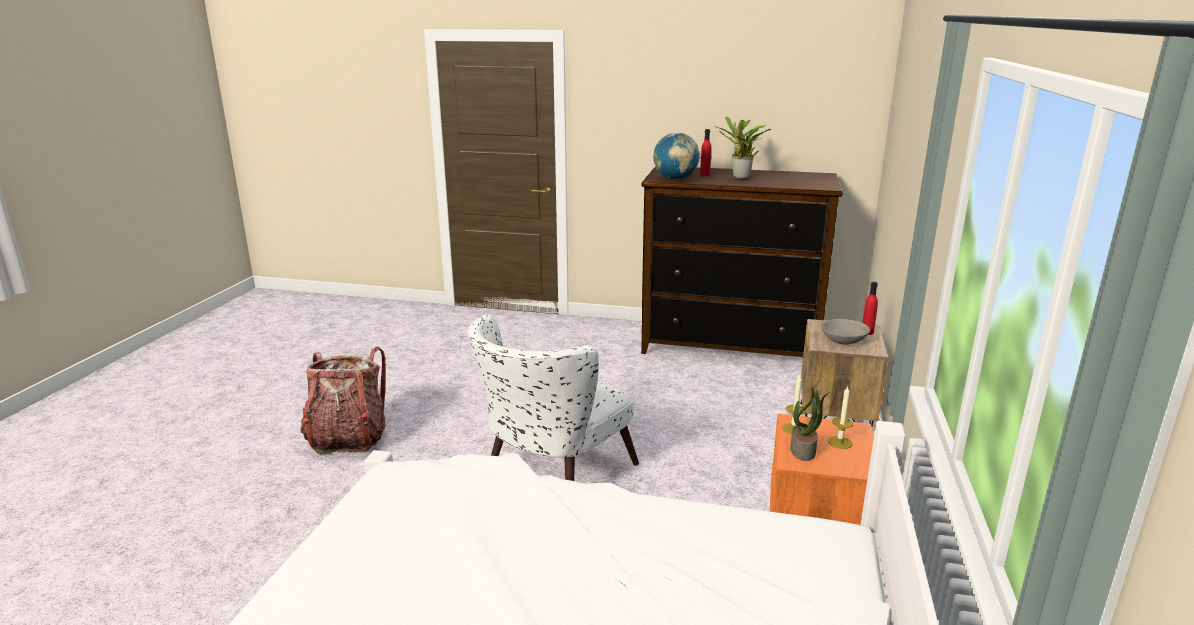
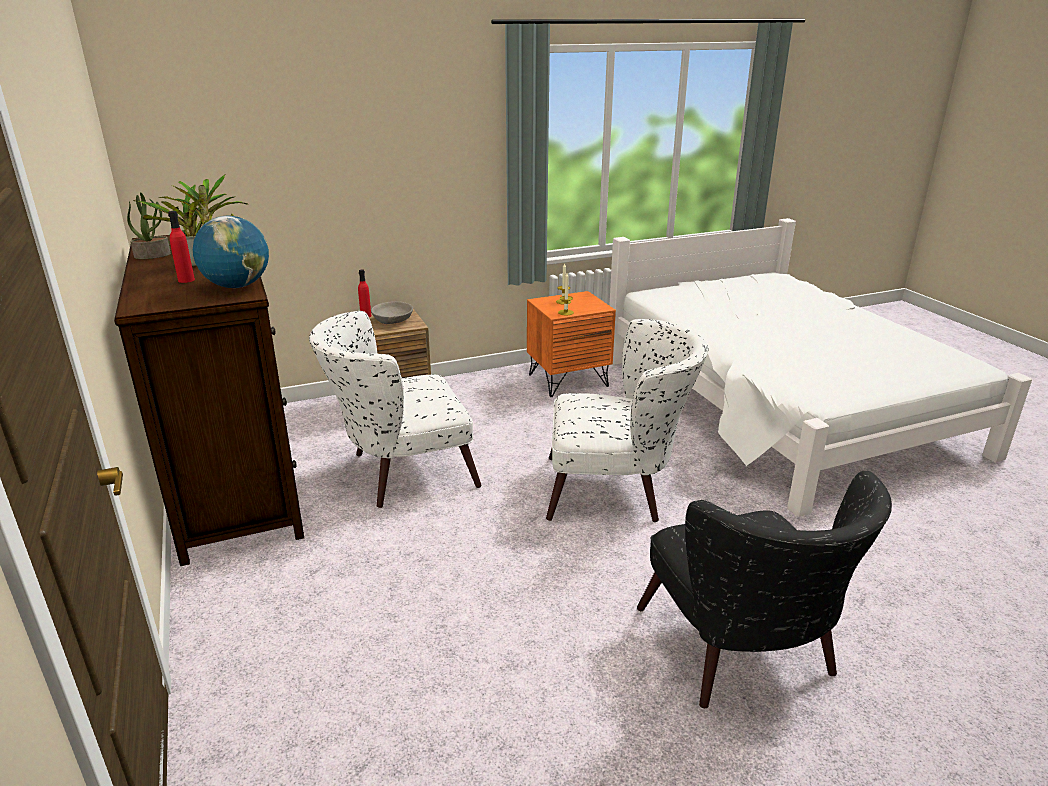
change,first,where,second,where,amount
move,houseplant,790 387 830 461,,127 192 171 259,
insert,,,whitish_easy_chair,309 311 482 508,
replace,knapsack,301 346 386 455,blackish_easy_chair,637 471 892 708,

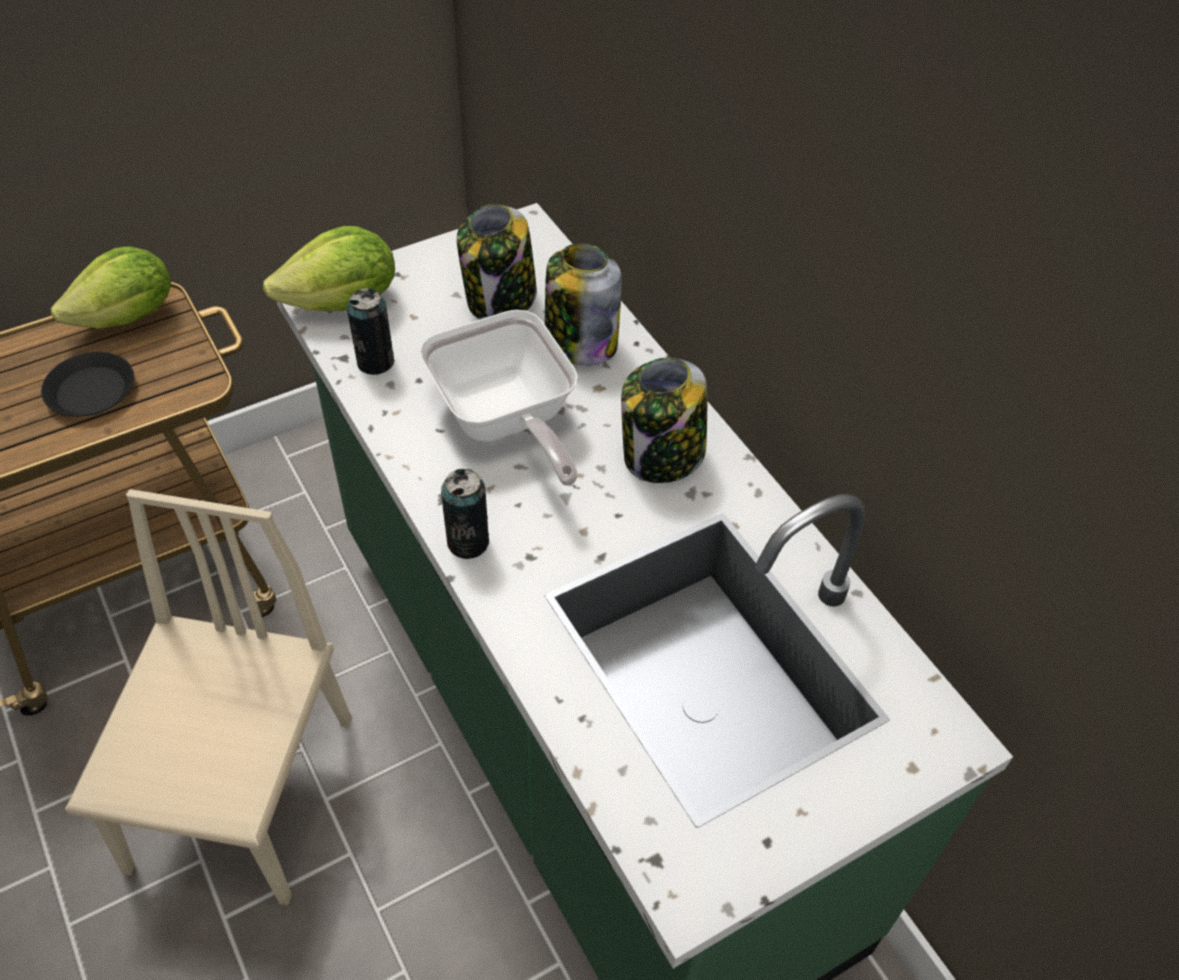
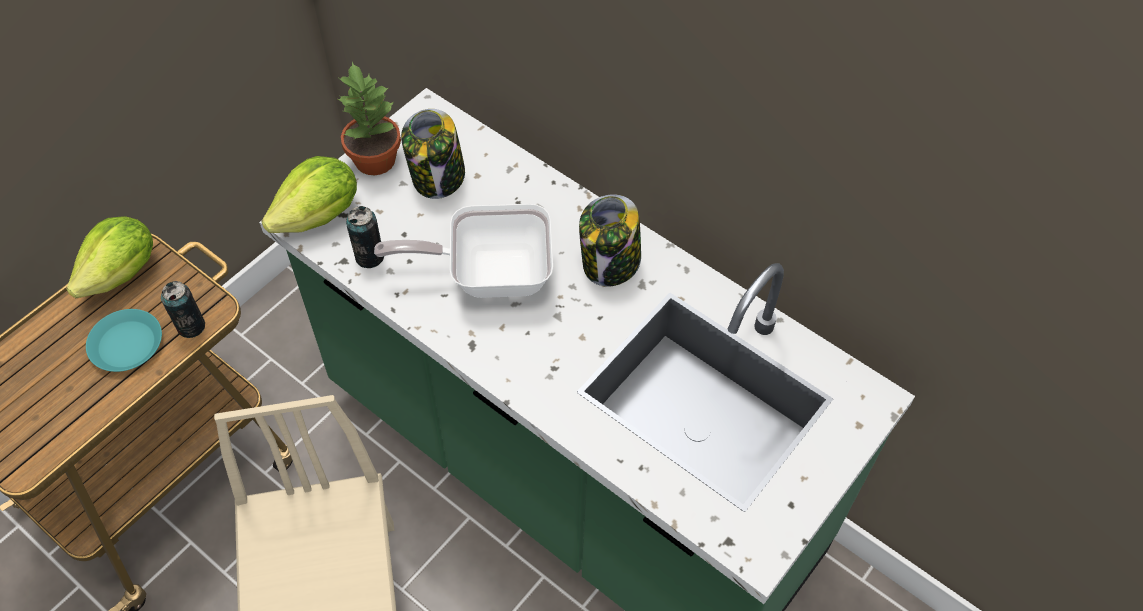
change,first,where,second,where,amount
recolor,blackish_dinner_plate,41 352 134 416,blue-green_dinner_plate,86 309 162 372,
move,can,441 469 489 559,,161 281 205 338,
insert,,,houseplant,338 62 401 175,
rotate,skillet,419 310 578 486,,374 204 553 298,135 degrees clockwise
delete,storage_jar,545 243 622 366,,,

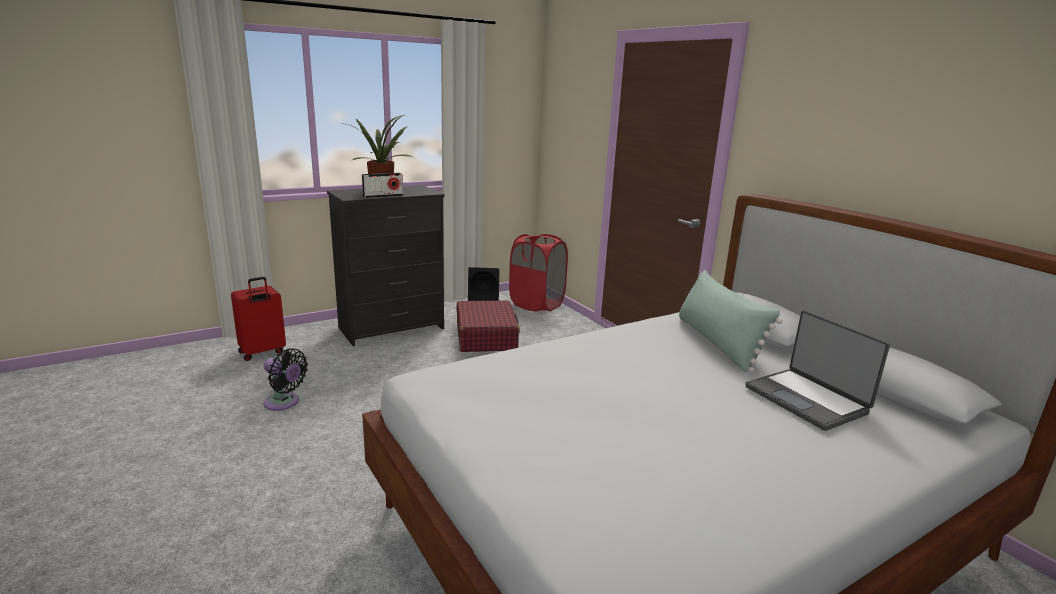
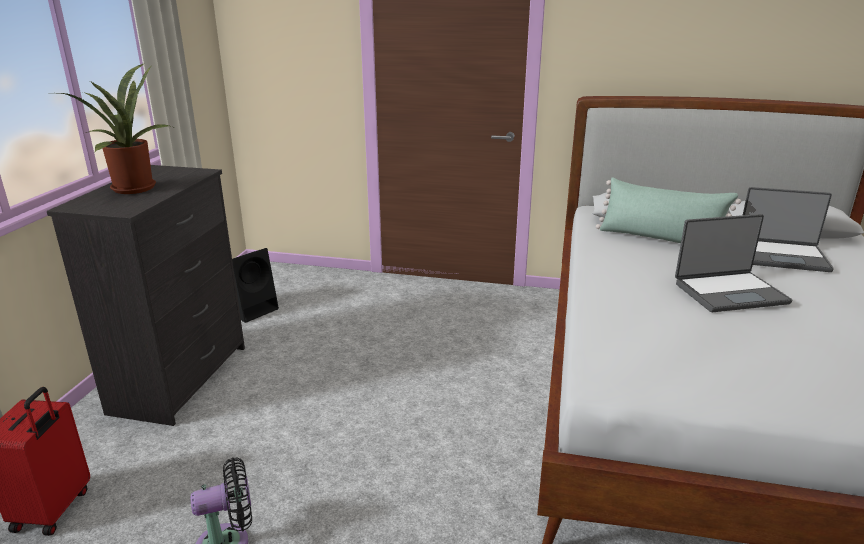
change,first,where,second,where,amount
insert,,,portable_computer,675 214 792 312,
delete,radio,362 173 403 198,,,
delete,reddish_travel_case,456 300 520 352,,,
delete,reddish_washing_basket,509 234 568 312,,,

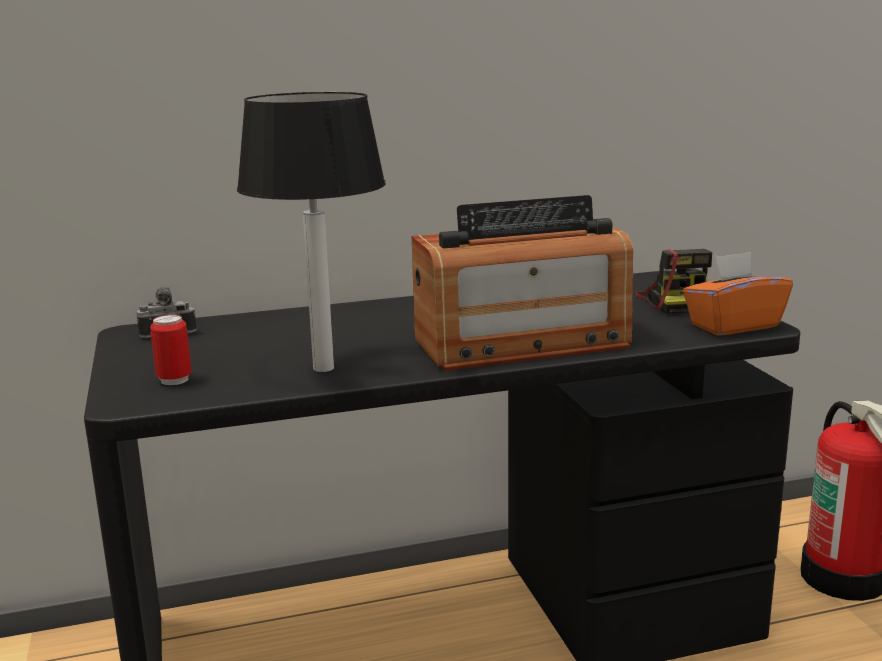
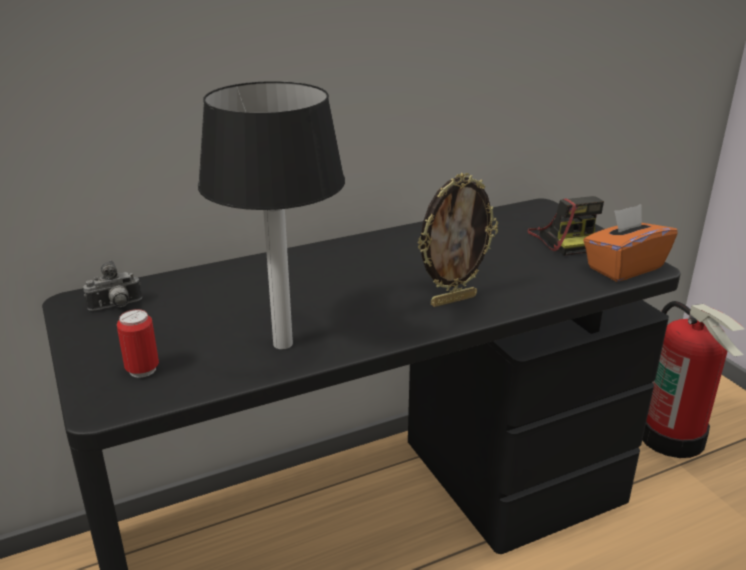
change,first,where,second,where,amount
replace,radio,412 195 633 371,standing_frame,417 173 498 307,

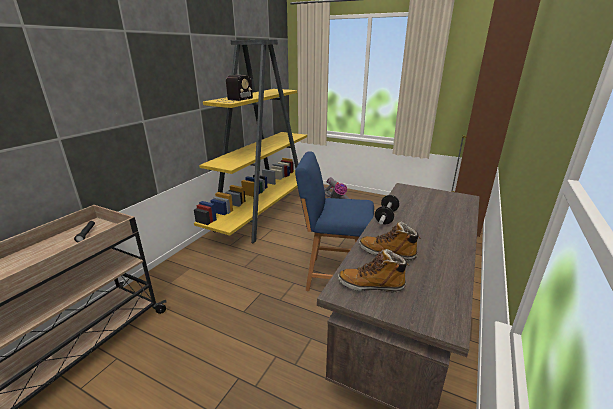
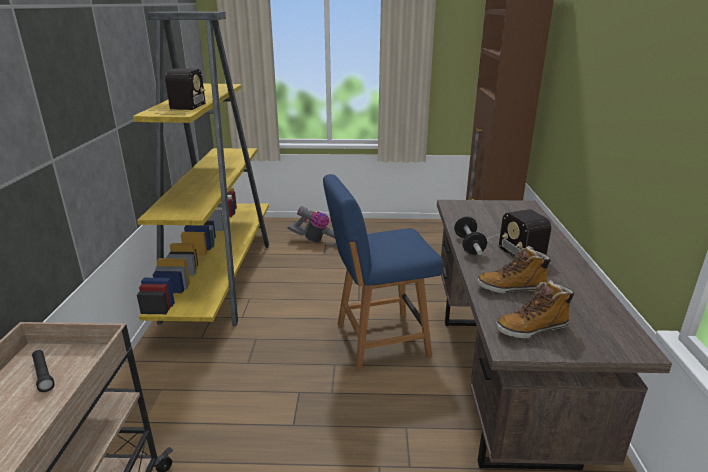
change,first,where,second,where,amount
insert,,,radio,487 209 551 258,

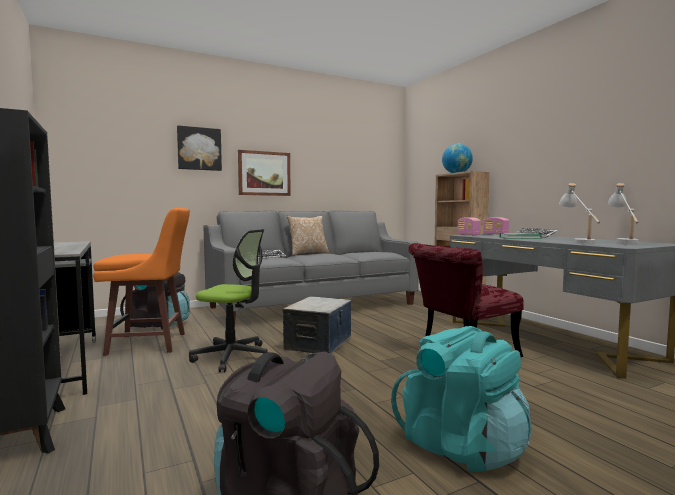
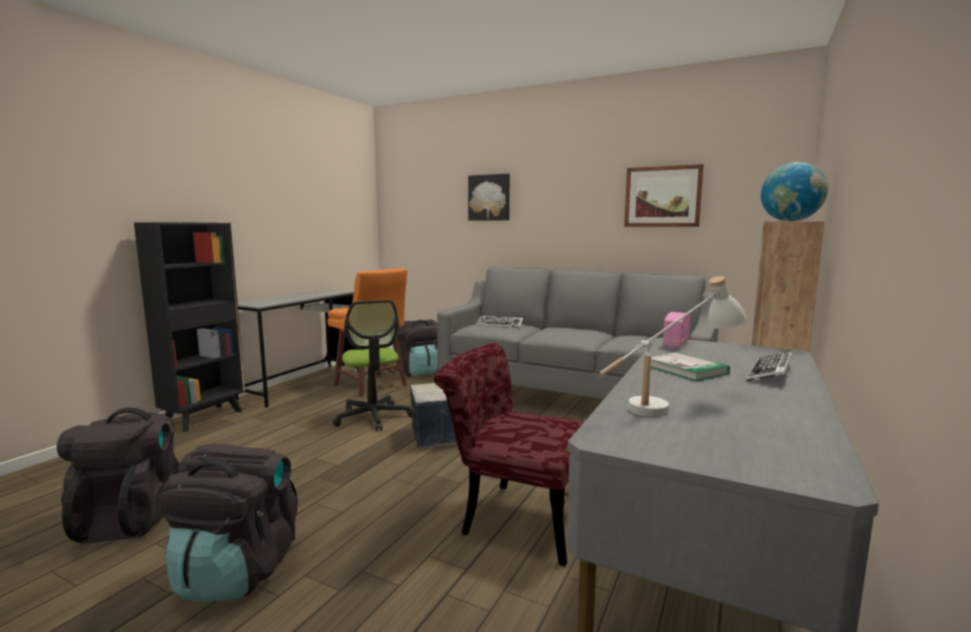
change,first,where,second,where,amount
recolor,blue-green_knapsack,391 326 532 472,blackish_knapsack,159 444 297 602,
move,wall_art,238 150 291 196,,624 164 704 227,
delete,cushion,287 216 329 255,,,
delete,radio,484 217 509 234,,,
delete,whitish_tabletop_lamp,608 183 639 244,,,

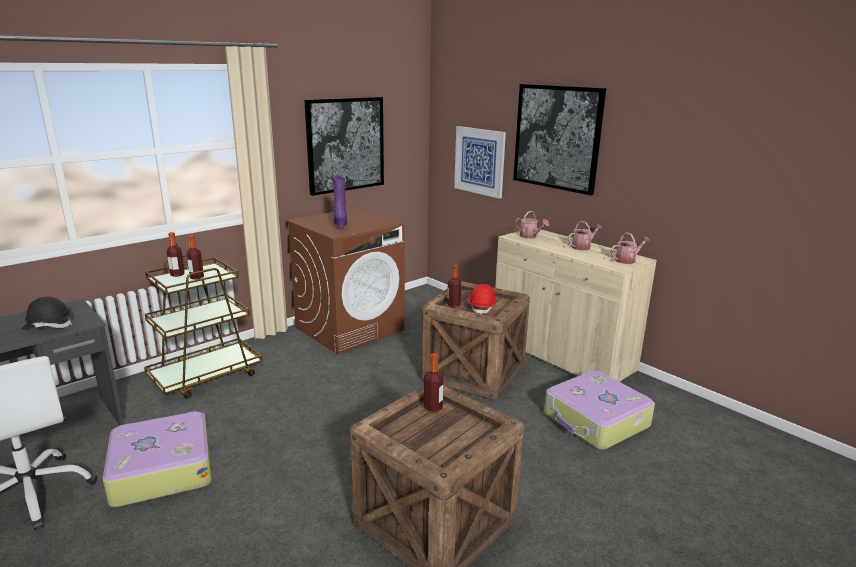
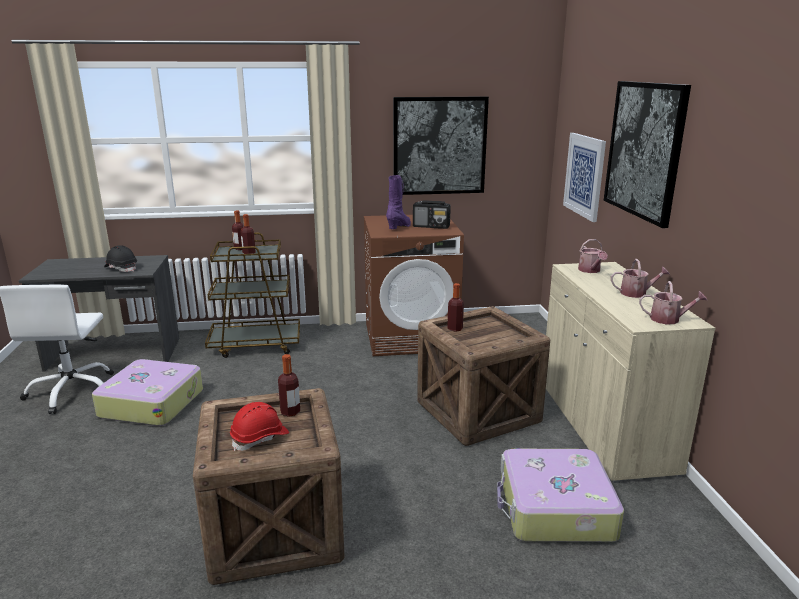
change,first,where,second,where,amount
move,reddish_work_helmet,468 284 497 314,,230 402 289 451,
insert,,,radio,413 200 451 229,

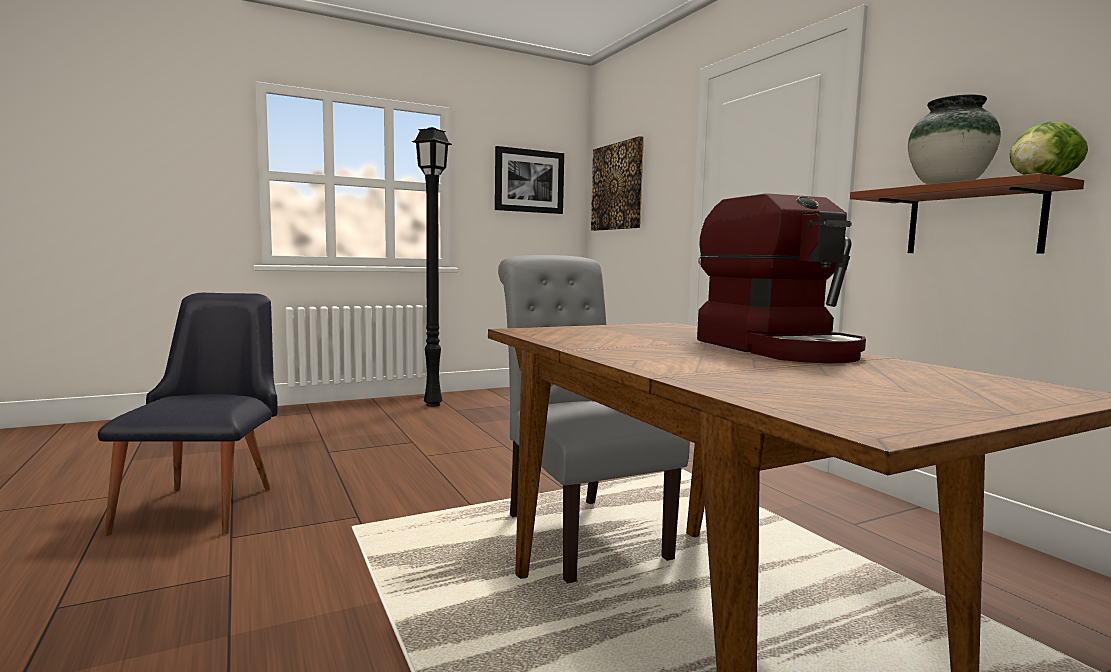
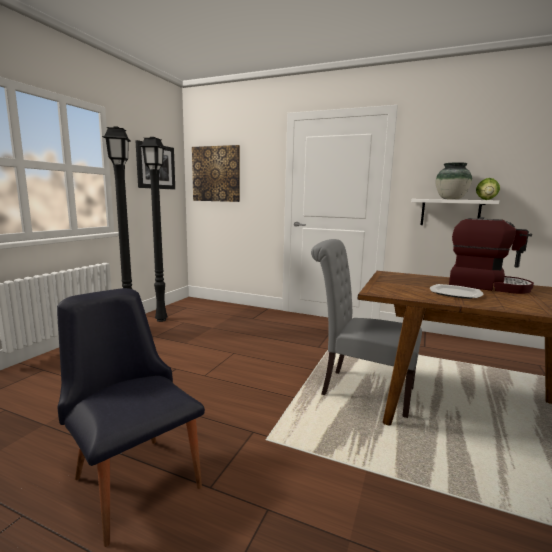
change,first,where,second,where,amount
insert,,,blackish_standing_lamp,140 137 167 322,
recolor,brown-coloured_shelf,850 173 1084 253,whitish_shelf,411 199 499 225,
insert,,,dinner_plate,430 284 483 299,

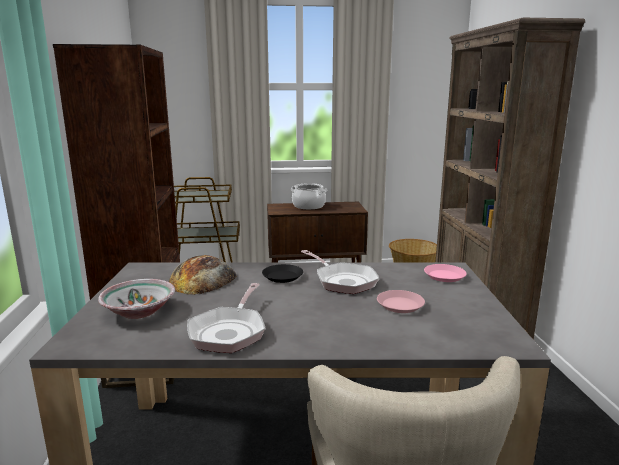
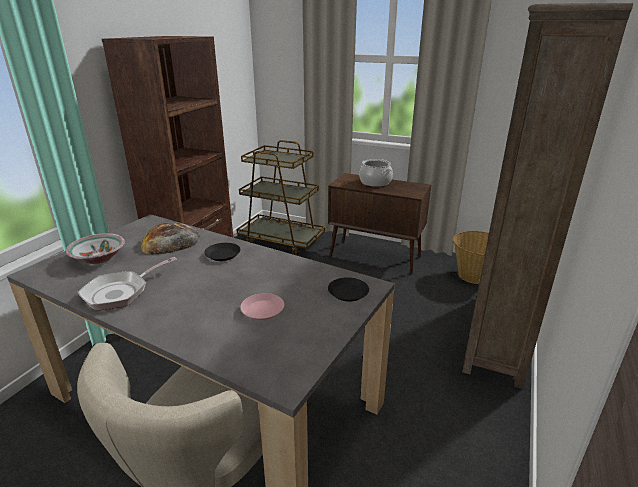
change,first,where,second,where,amount
recolor,pink-coloured_dinner_plate,424 264 467 282,blackish_dinner_plate,328 277 369 302,
delete,skillet,301 250 379 294,,,

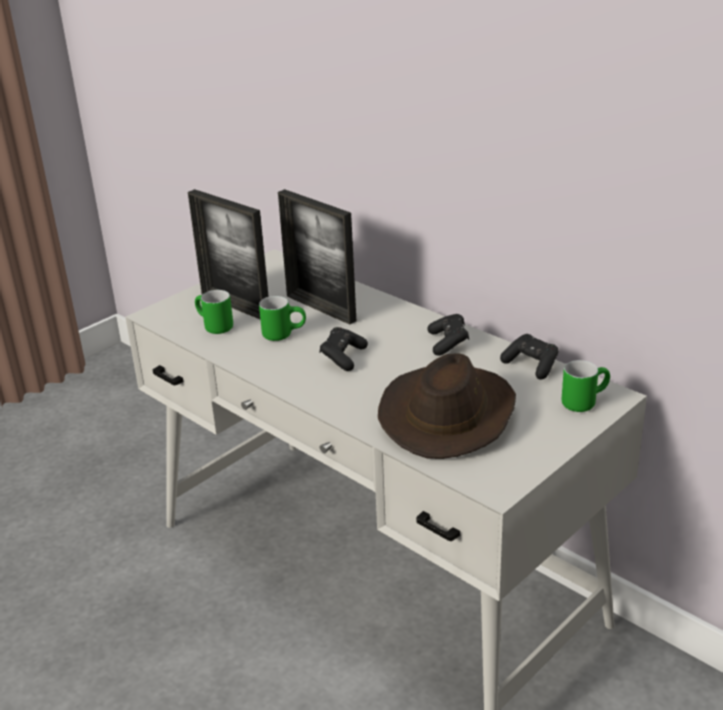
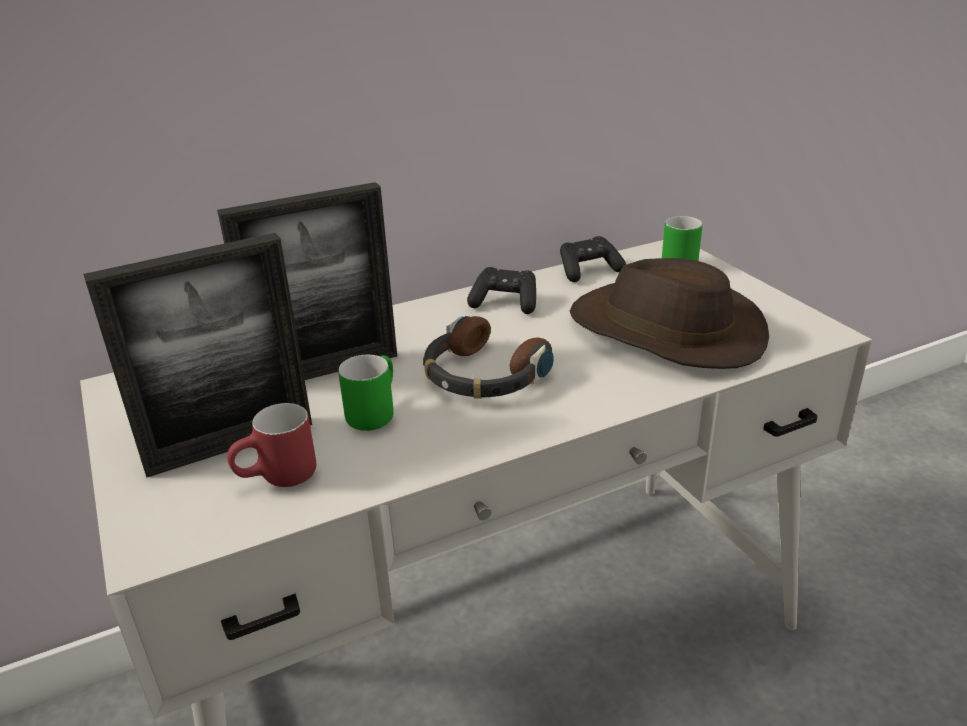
change,first,where,second,where,amount
recolor,greenish_tea_mug,195 290 233 334,reddish_tea_mug,227 403 316 487,
replace,blackish_game_controller,320 327 368 371,headset,423 316 554 399,

